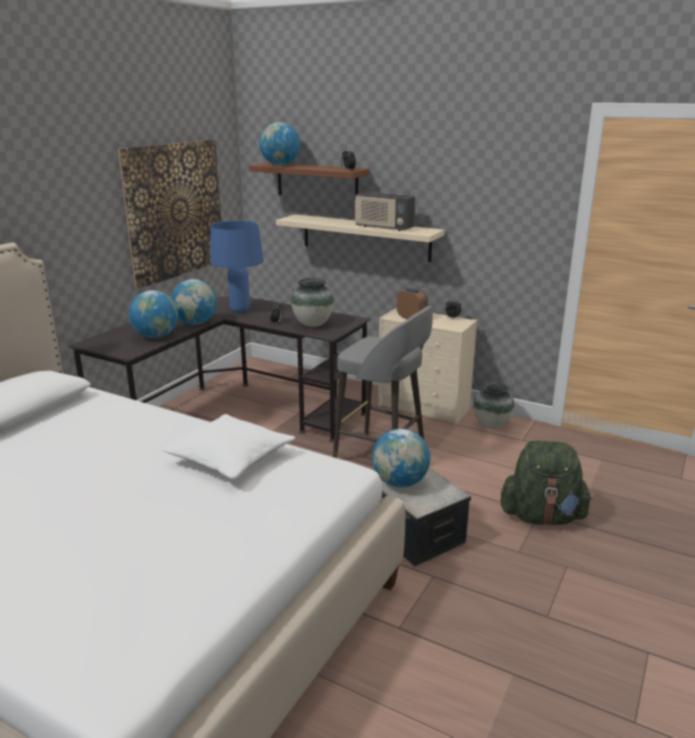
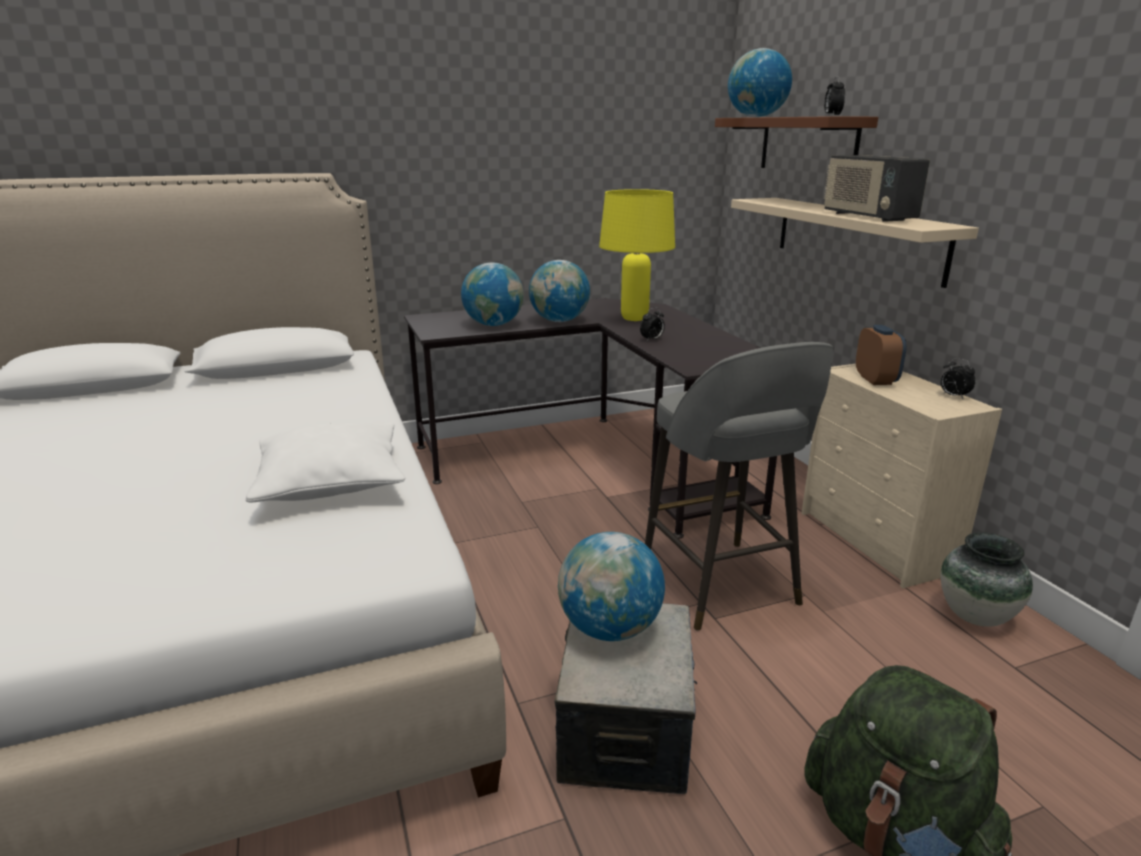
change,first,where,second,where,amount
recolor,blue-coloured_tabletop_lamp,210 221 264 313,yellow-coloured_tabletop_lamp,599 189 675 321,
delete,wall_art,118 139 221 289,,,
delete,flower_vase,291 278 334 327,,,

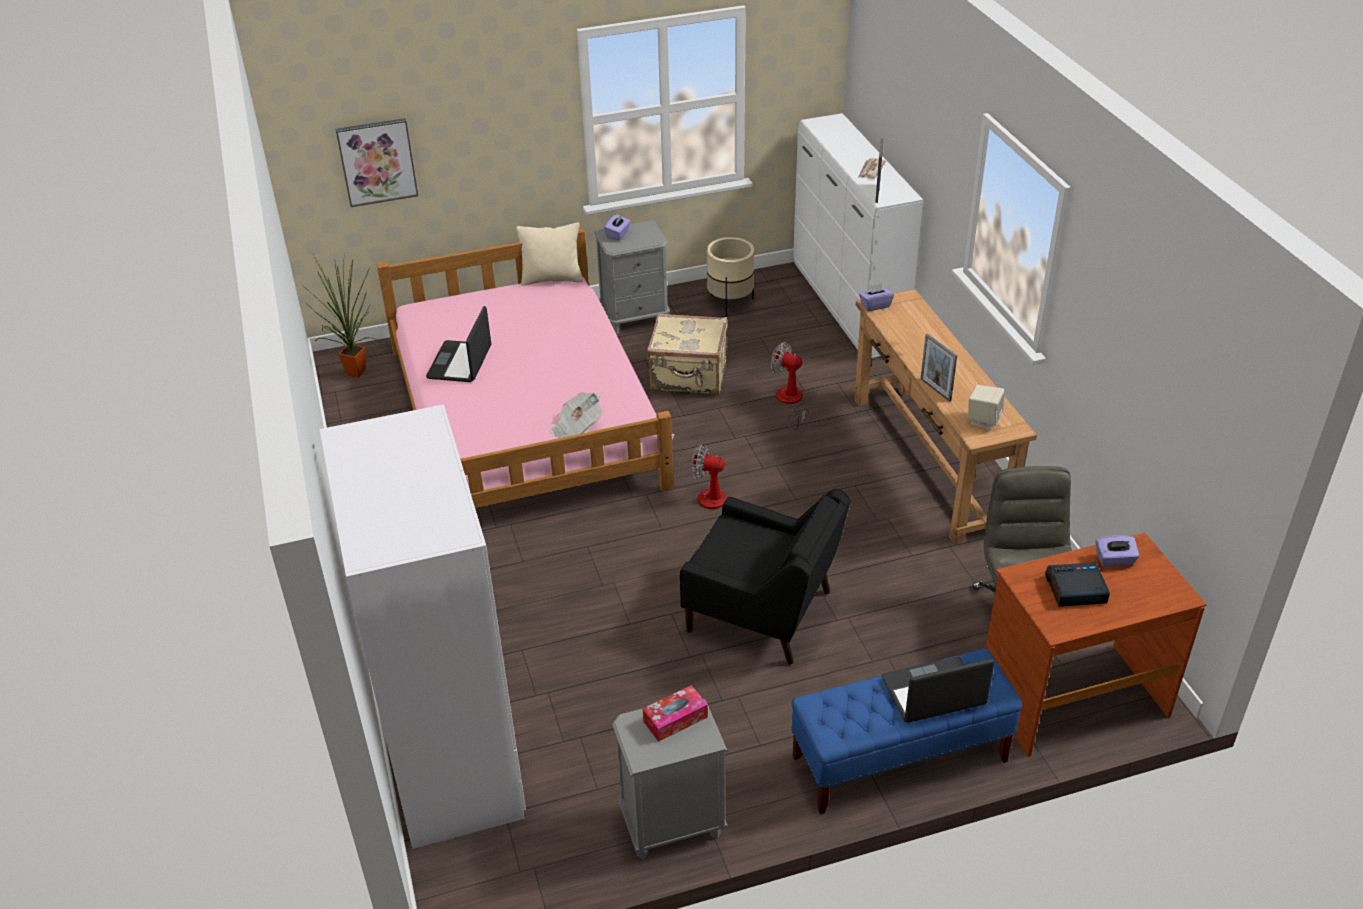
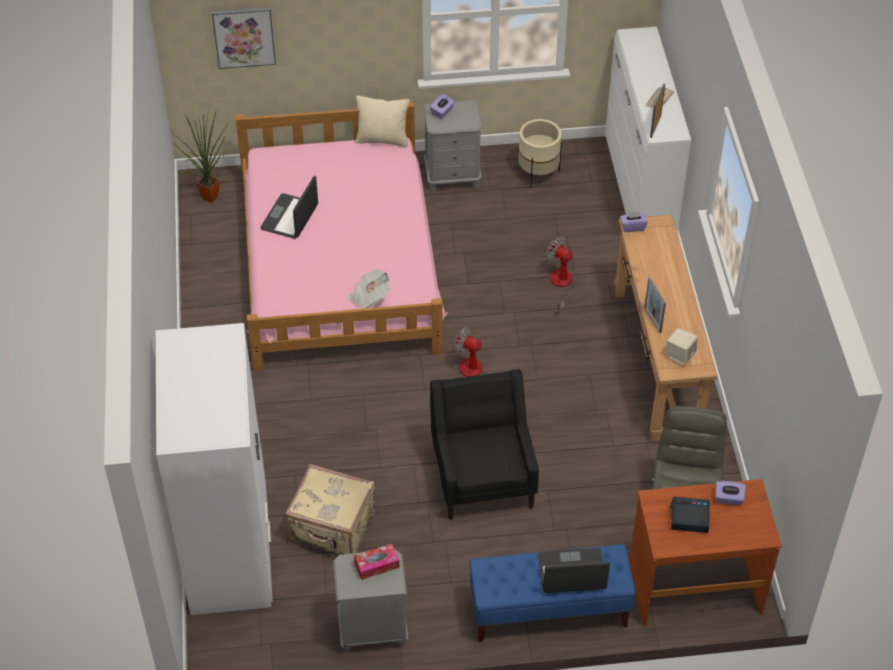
change,first,where,second,where,amount
move,beige_travel_case,647 313 728 395,,285 464 375 554,
rotate,blackish_easy_chair,680 489 851 664,,430 369 539 520,135 degrees counterclockwise

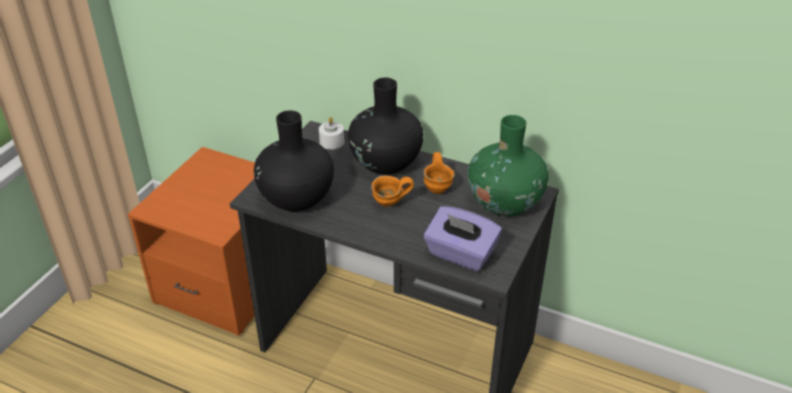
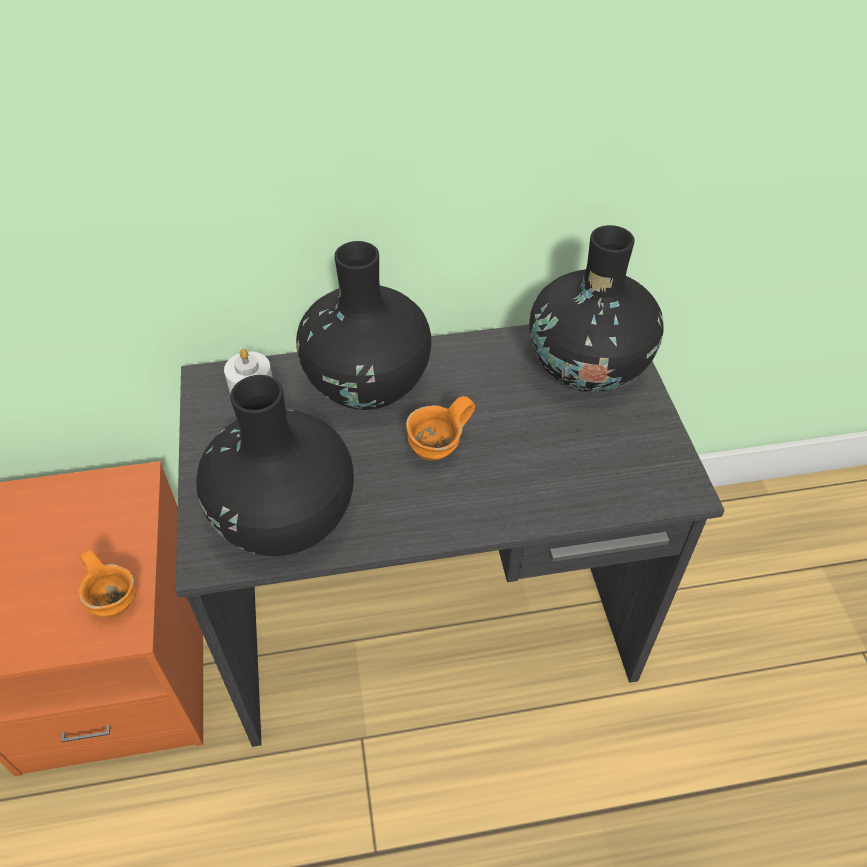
change,first,where,second,where,amount
move,orangey_tea_mug,424 152 455 194,,79 550 135 618,
recolor,greenish_flower_vase,468 115 549 216,blackish_flower_vase,529 225 664 393,
delete,purple-coloured_tissue_holder,424 206 502 271,,,

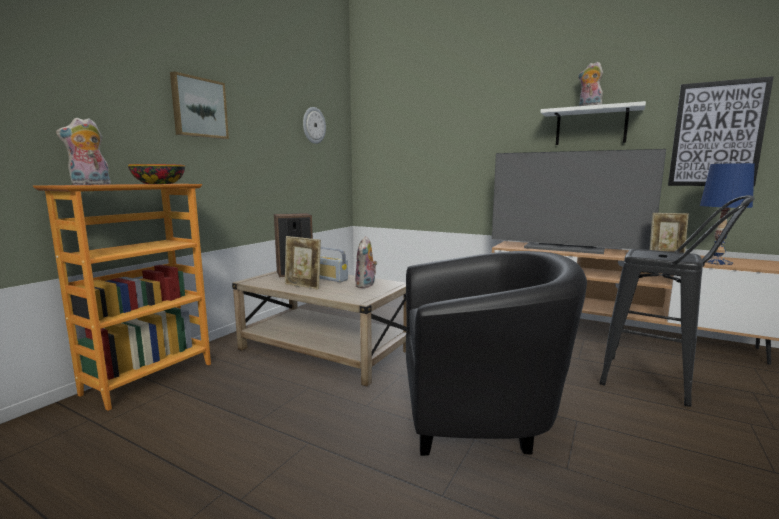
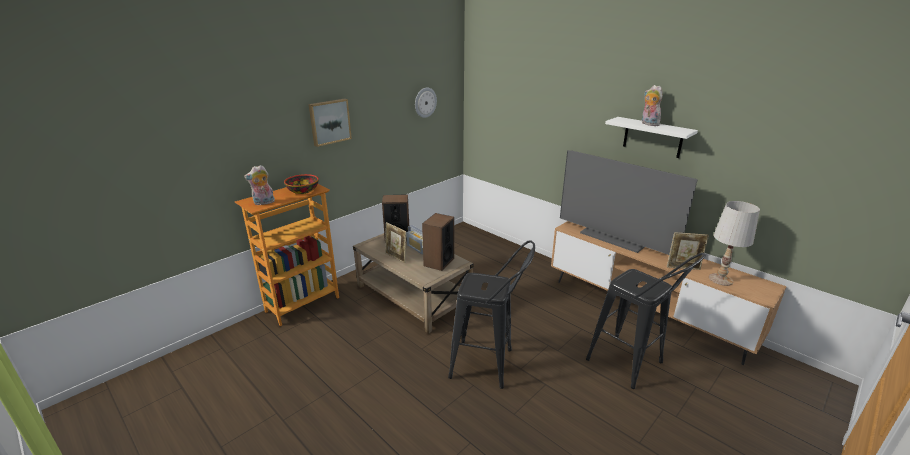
change,first,where,second,where,amount
replace,cuddly_toy,355 236 377 288,loudspeaker,422 213 454 271,
replace,blackish_easy_chair,406 251 587 456,blackish_sitting_stool,448 240 535 389,
recolor,blue-coloured_tabletop_lamp,700 163 755 265,whitish_tabletop_lamp,709 201 760 286,
delete,wall_art,668 76 774 186,,,

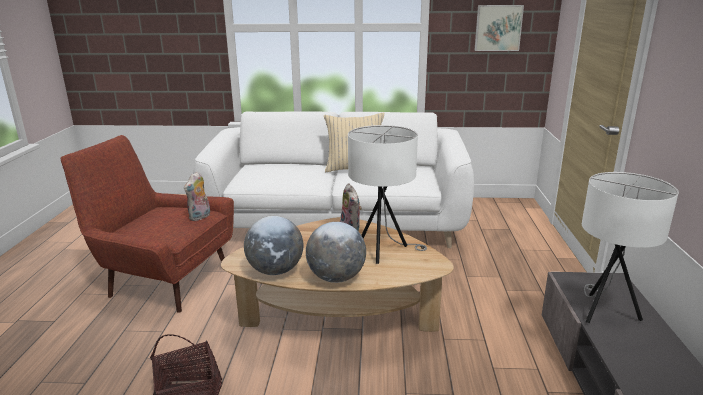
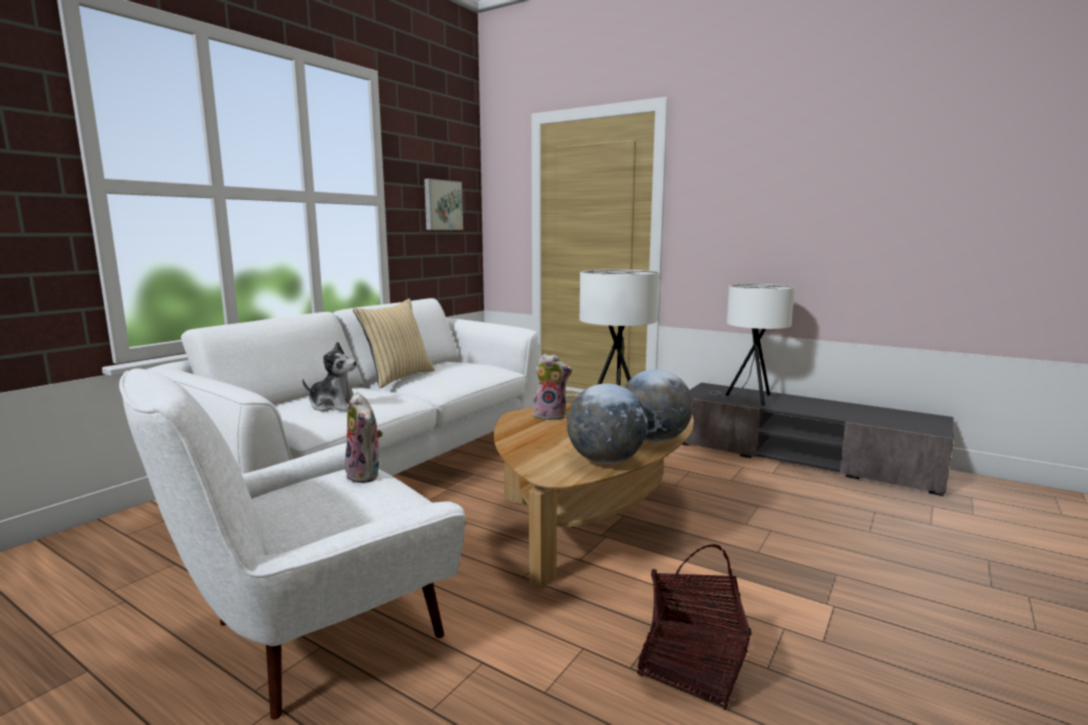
change,first,where,second,where,amount
recolor,reddish_easy_chair,61 135 234 313,whitish_easy_chair,119 368 466 720,
insert,,,cuddly_toy,302 342 357 412,

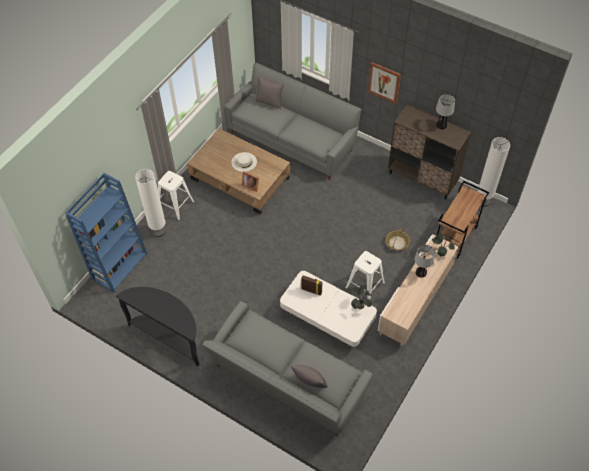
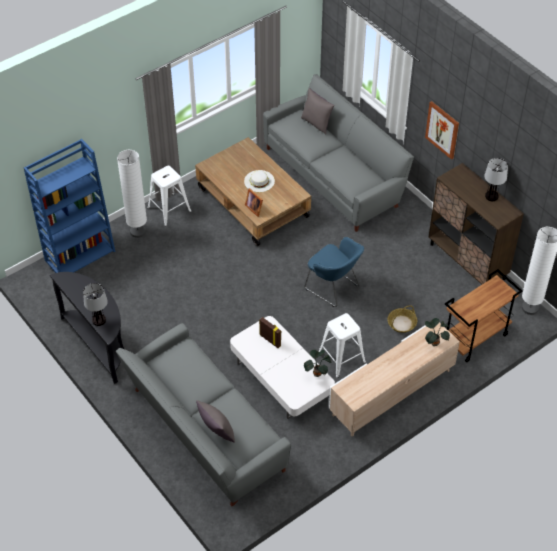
change,first,where,second,where,amount
move,tabletop_lamp,415 245 435 278,,83 283 108 326,
insert,,,blue-coloured_easy_chair,305 237 364 307,

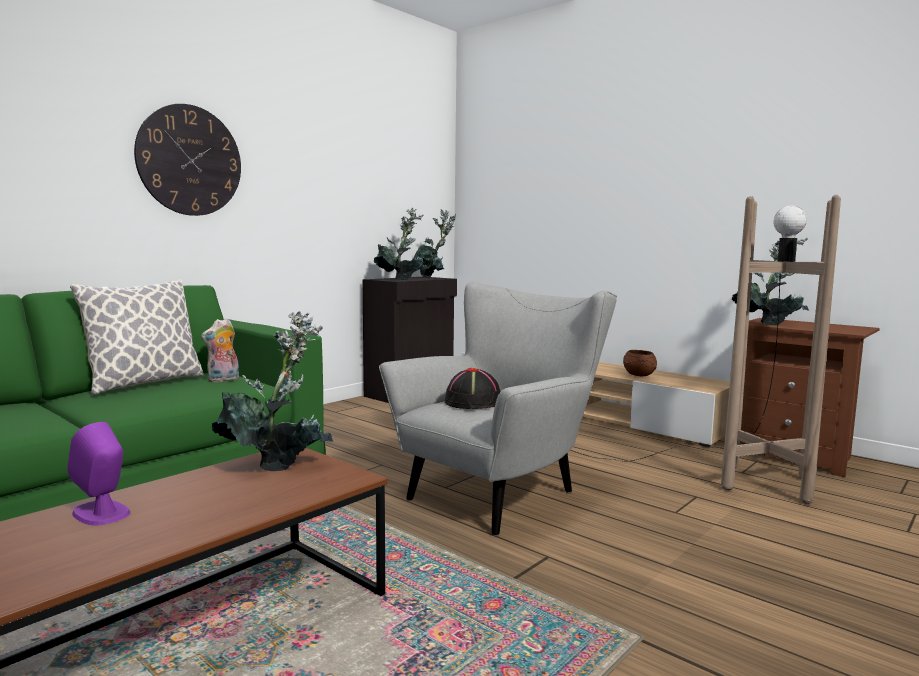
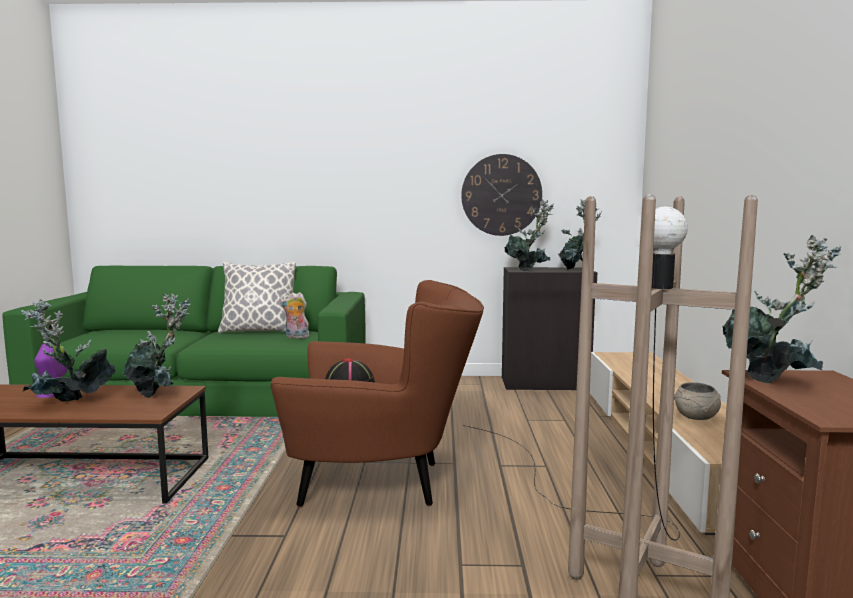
change,first,where,second,where,amount
insert,,,houseplant,21 299 116 402,
recolor,gray_easy_chair,379 282 617 536,brown-coloured_easy_chair,270 280 484 507,
move,clock_on_the_wall,134 104 241 216,,461 154 542 236,
recolor,brown-coloured_serving_bowl,623 350 657 376,gray_serving_bowl,674 382 721 420,

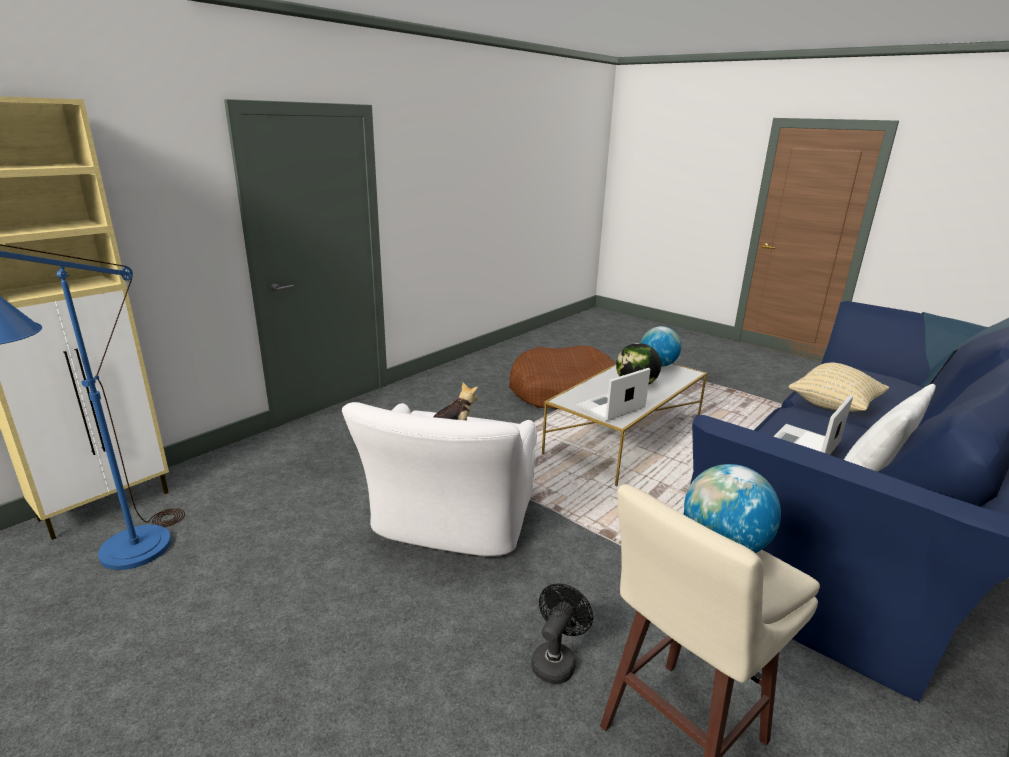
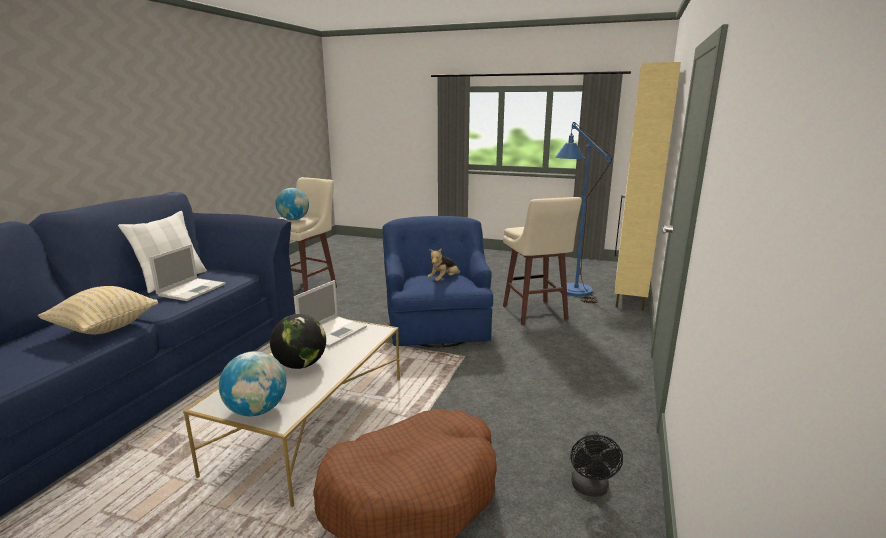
change,first,where,second,where,amount
recolor,whitish_easy_chair,342 402 537 556,blue-coloured_easy_chair,383 216 493 347,
insert,,,beige_sitting_stool,503 197 582 325,
move,blackish_fan,531 583 593 684,,571 431 623 497,

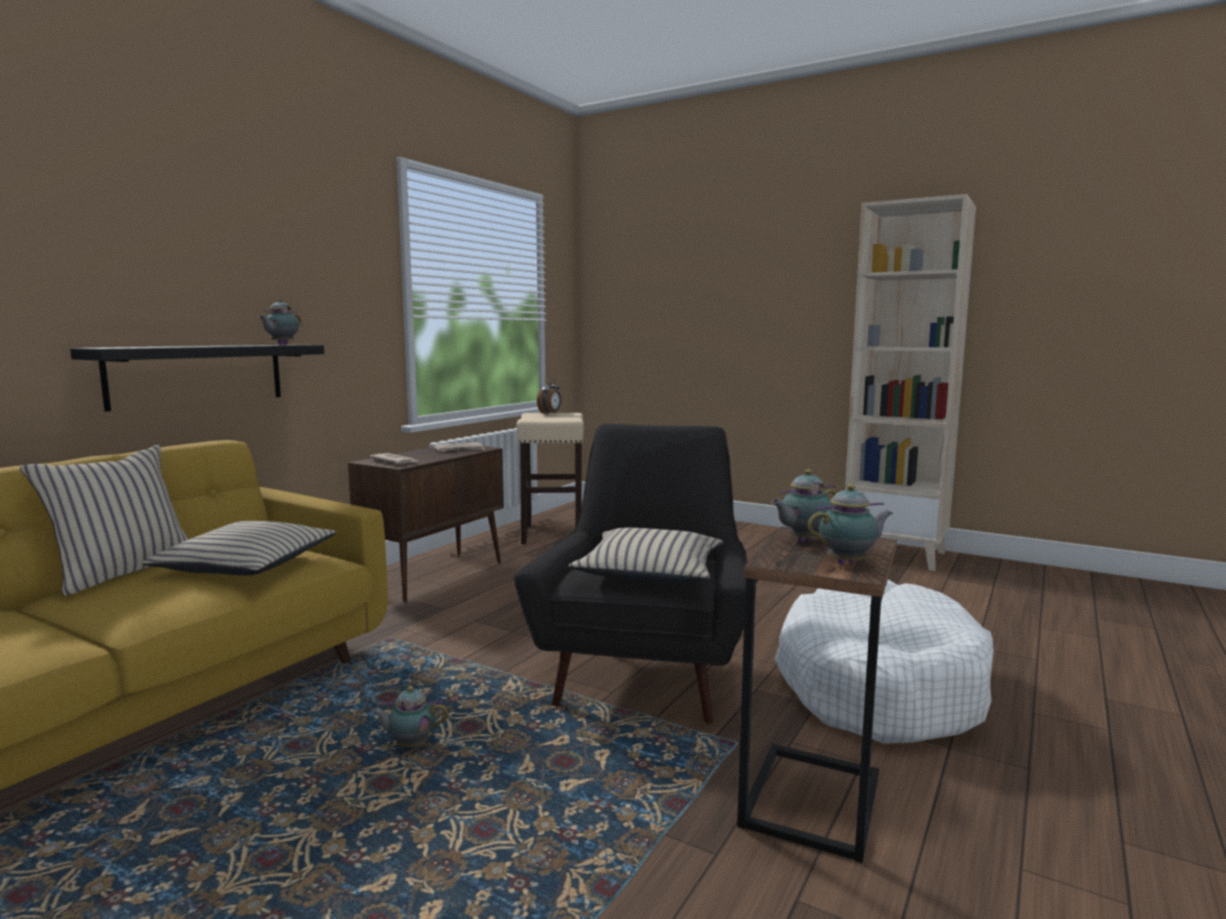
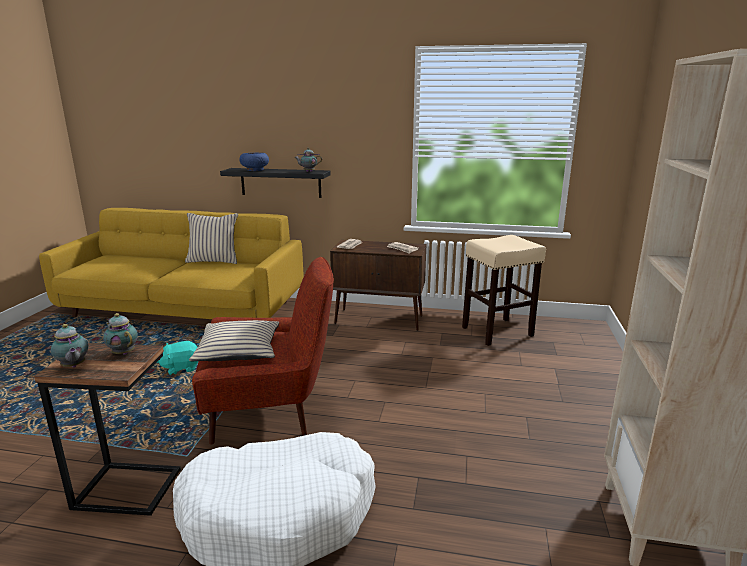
change,first,where,second,where,amount
replace,teapot,371 686 448 747,blue-green_cuddly_toy,157 341 198 375,
recolor,blackish_easy_chair,514 424 747 724,reddish_easy_chair,192 257 334 445,
insert,,,blue-coloured_serving_bowl,239 153 269 171,
delete,beige_cushion,142 521 337 576,,,
delete,table_clock,537 378 561 414,,,

